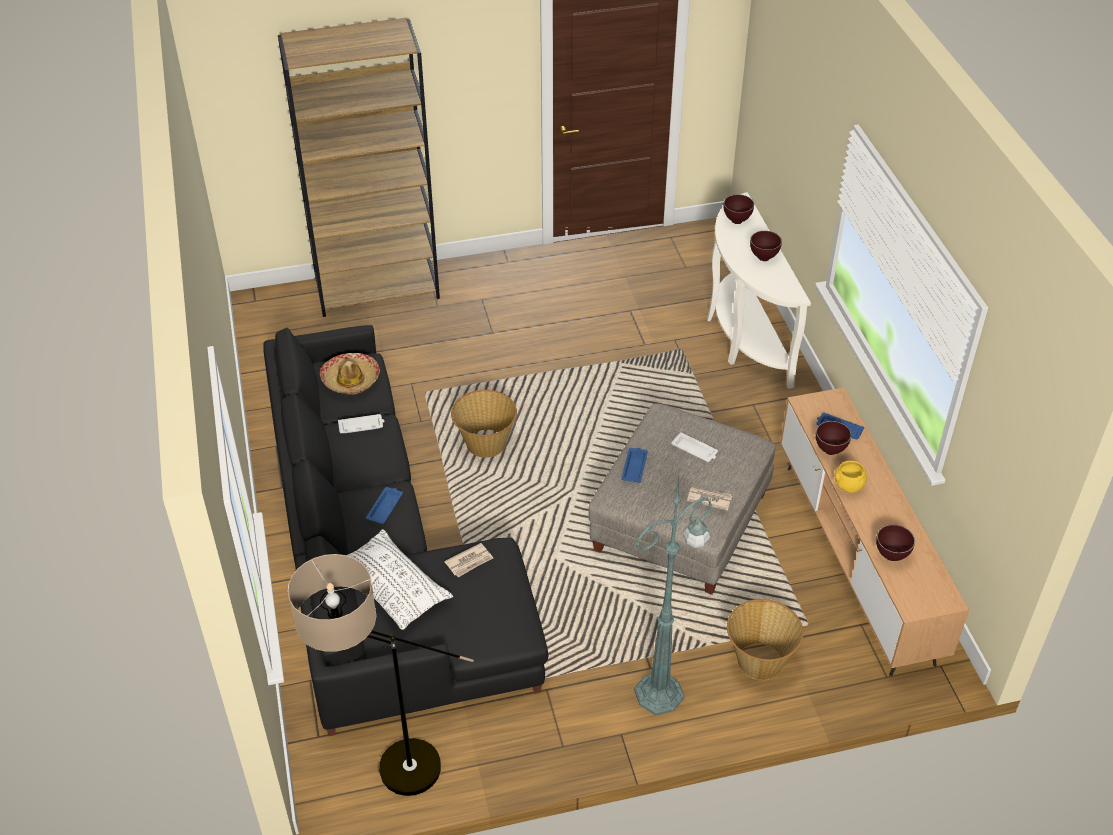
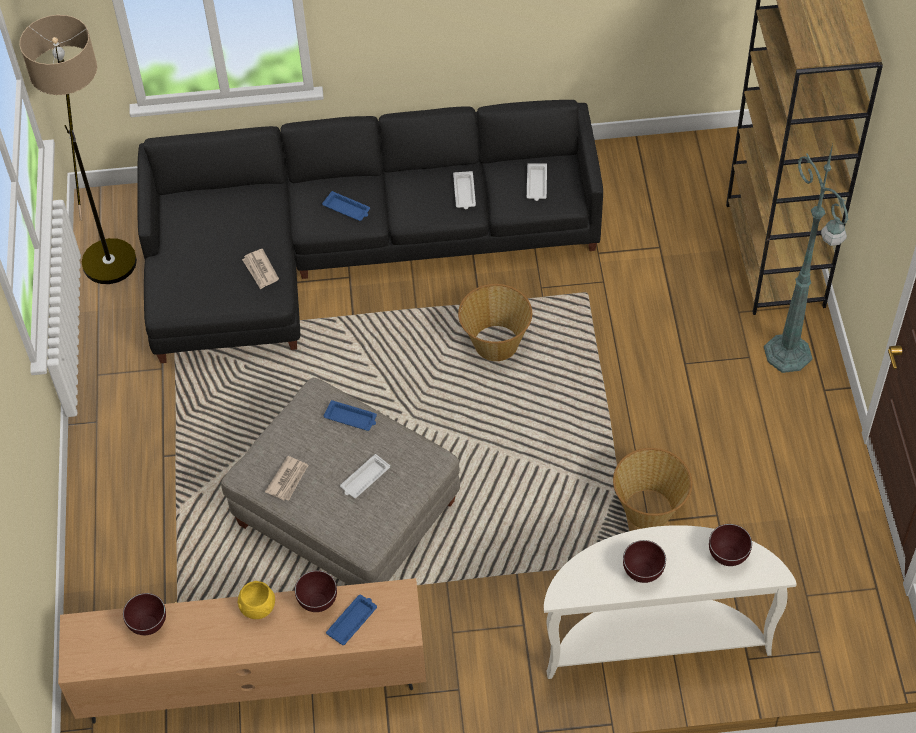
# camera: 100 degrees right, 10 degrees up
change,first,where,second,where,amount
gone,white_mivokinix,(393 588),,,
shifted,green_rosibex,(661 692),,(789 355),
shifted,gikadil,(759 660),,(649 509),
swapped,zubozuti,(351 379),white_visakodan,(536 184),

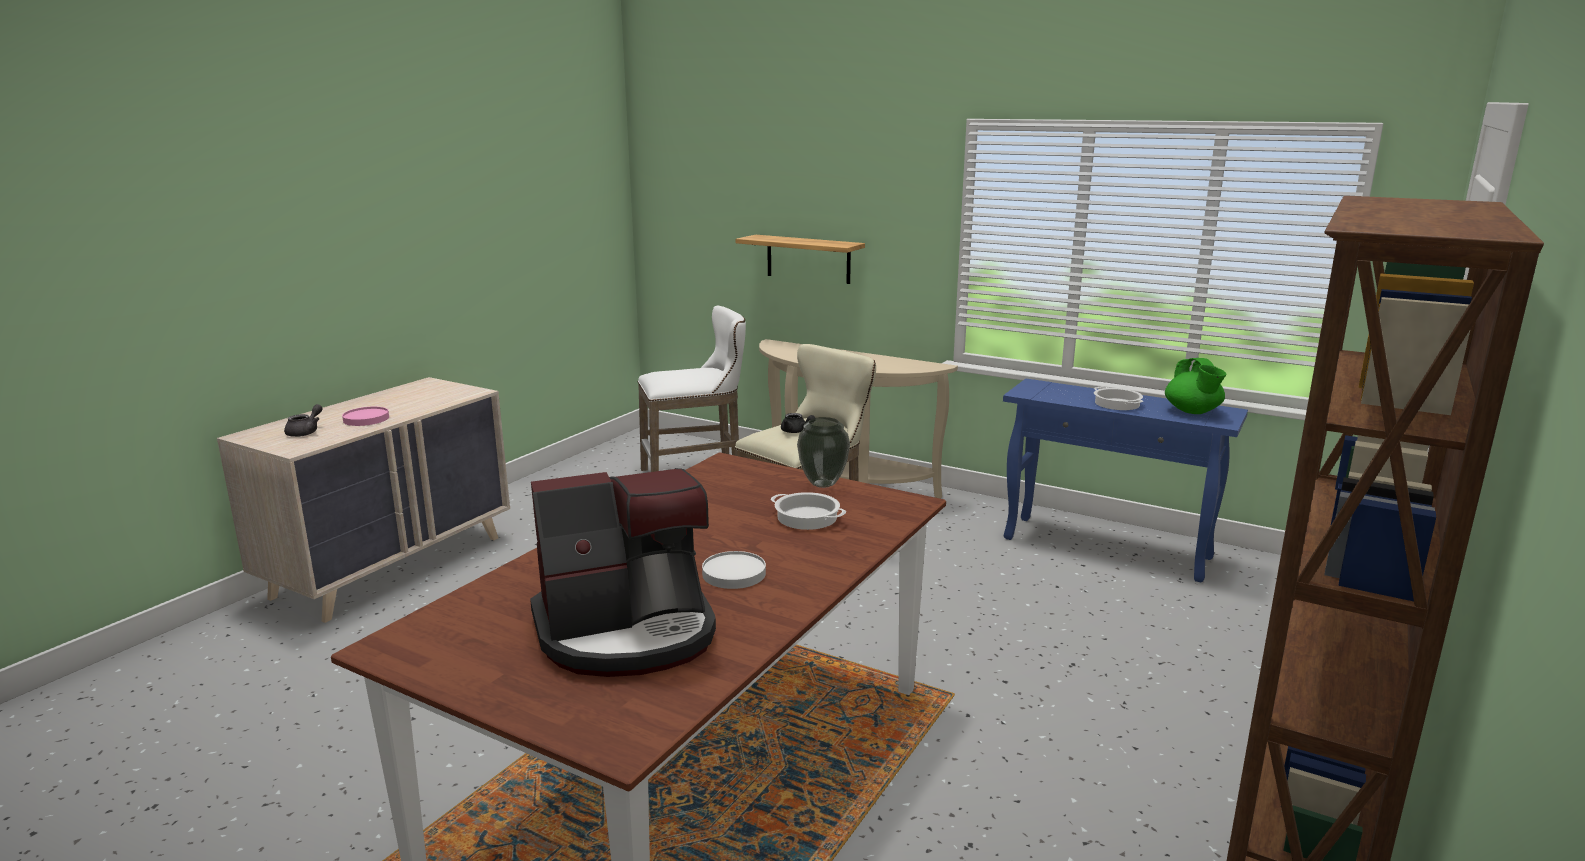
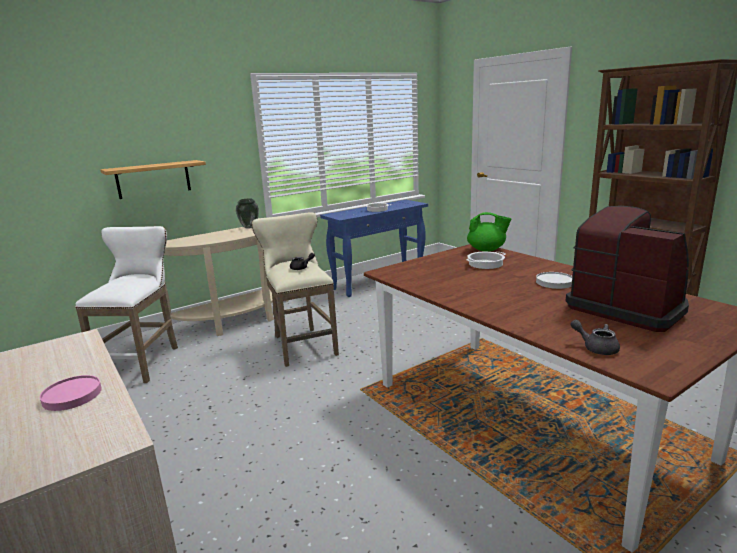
# camera: 65 degrees left, 0 degrees up
change,first,where,second,where,amount
shifted,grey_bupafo,(306 432),,(596 348),
shifted,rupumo,(823 484),,(249 227),
shifted,green_bupafo,(1193 411),,(487 250),
rotated,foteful,(628 632),,(626 308),45 degrees counterclockwise

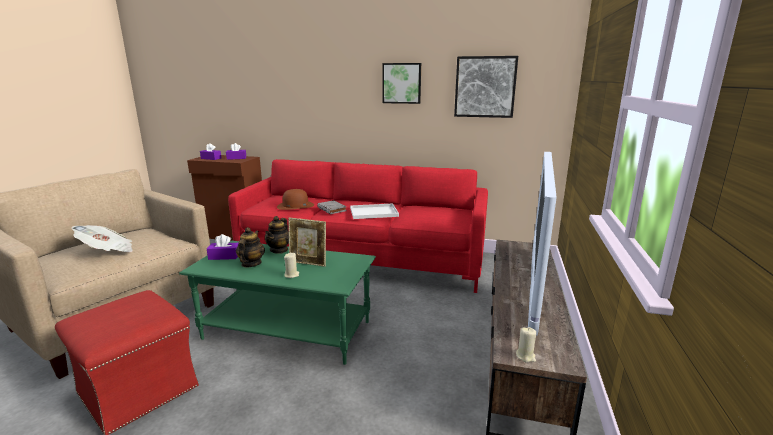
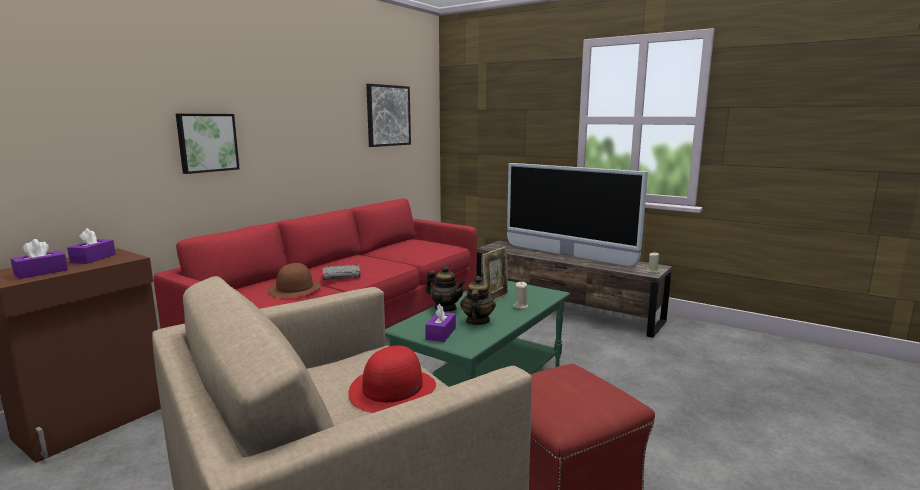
# camera: 70 degrees left, 5 degrees down
change,first,where,second,where,amount
gone,white_visakodan,(373 212),,,
shifted,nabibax,(402 83),,(207 142),
swapped,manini,(107 251),red_zubozuti,(393 389),
rotated,bupafo,(251 264),,(477 321),75 degrees clockwise

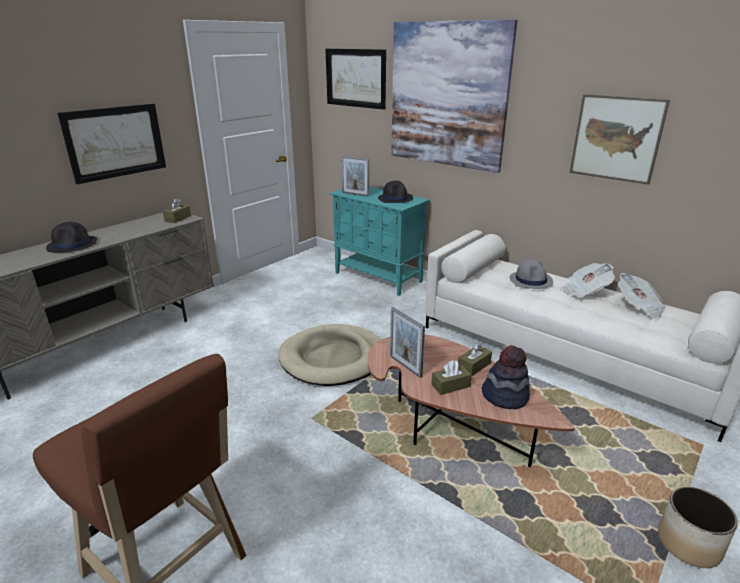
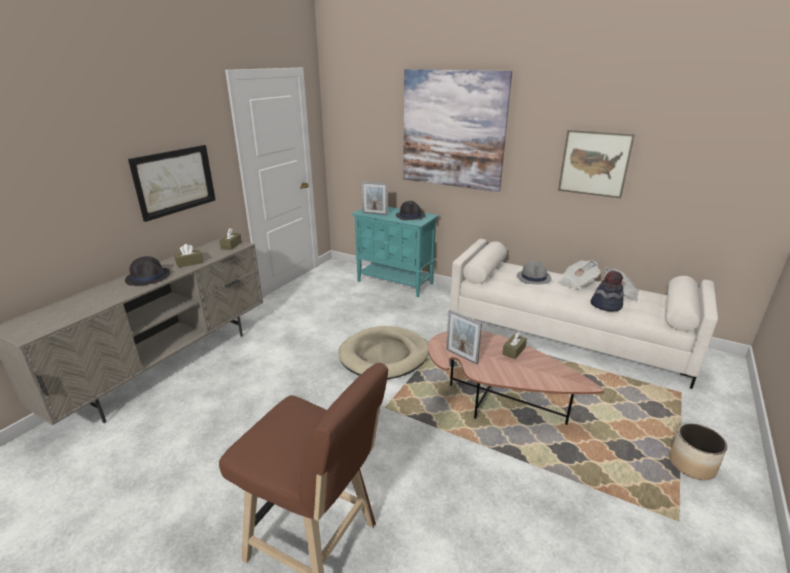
# camera: 10 degrees left, 0 degrees up
change,first,where,second,where,amount
gone,nabibax,(356 78),,,
shifted,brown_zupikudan,(450 385),,(189 263),
shifted,zubozuti,(505 396),,(606 305),

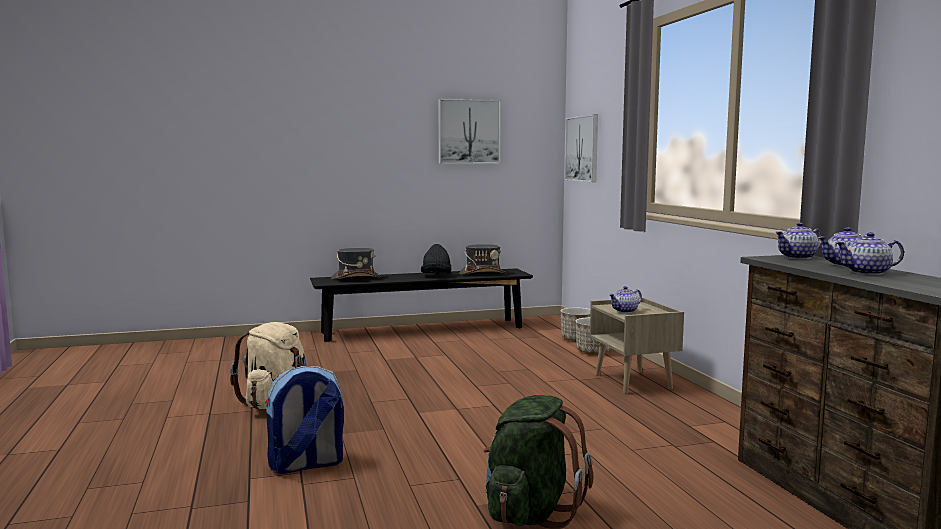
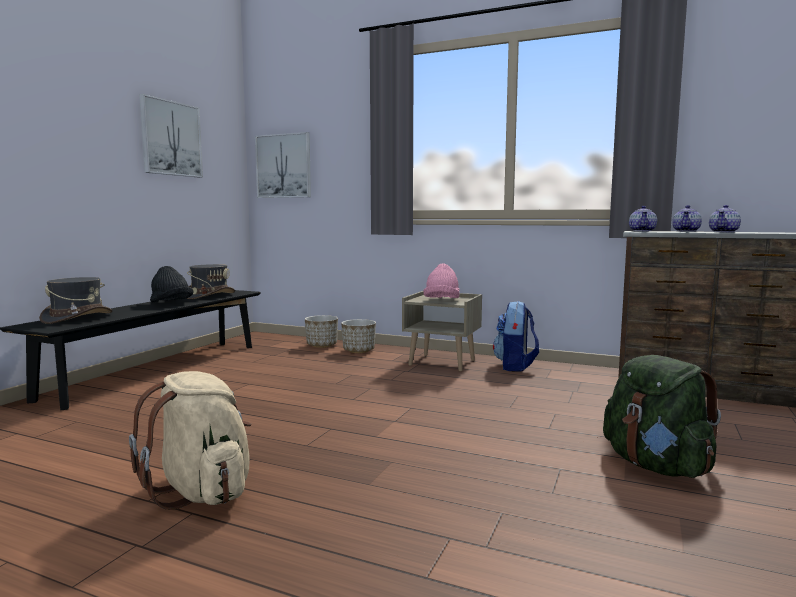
# camera: 50 degrees left, 0 degrees up
change,first,where,second,where,amount
shifted,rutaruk,(306 465),,(515 366),
swapped,bupafo,(625 311),pink_zubozuti,(441 301),

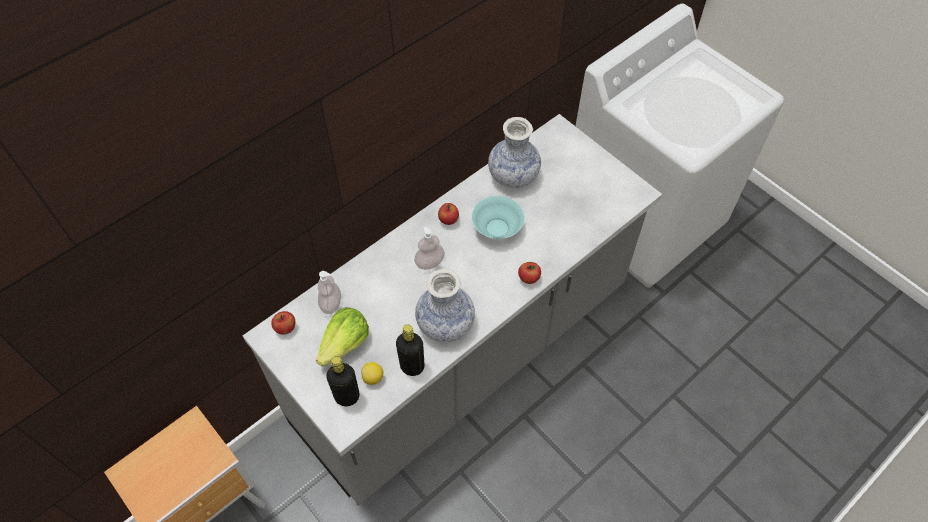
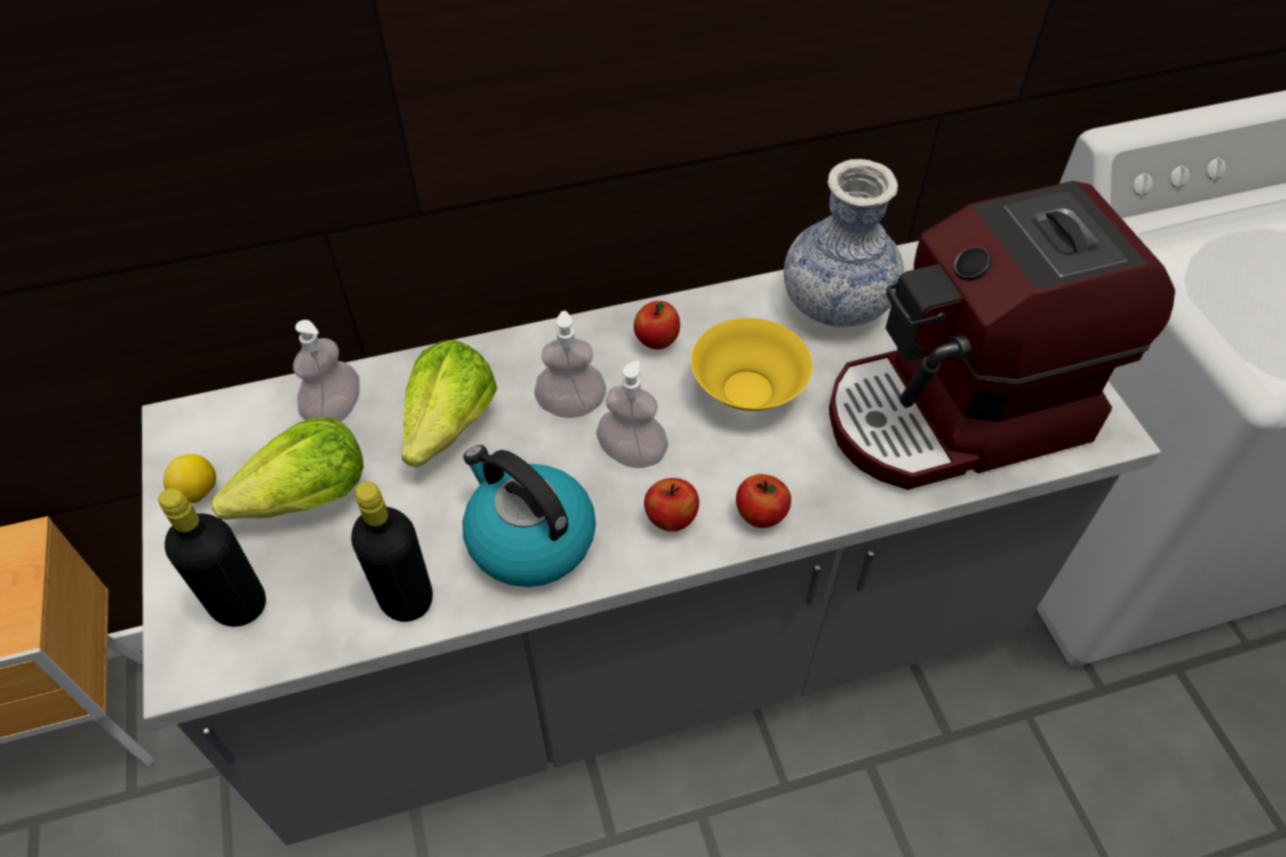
# camera: 25 degrees right, 5 degrees down
change,first,where,second,where,amount
new,,,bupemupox,(450 425),
new,,,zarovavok,(632 454),
new,,,foteful,(958 416),
shifted,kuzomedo,(285 328),,(670 519),
shifted,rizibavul,(373 378),,(198 492),
swapped,rupumo,(445 324),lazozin,(529 539),
repainted,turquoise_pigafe,(497 227),yellow_pigafe,(748 389),

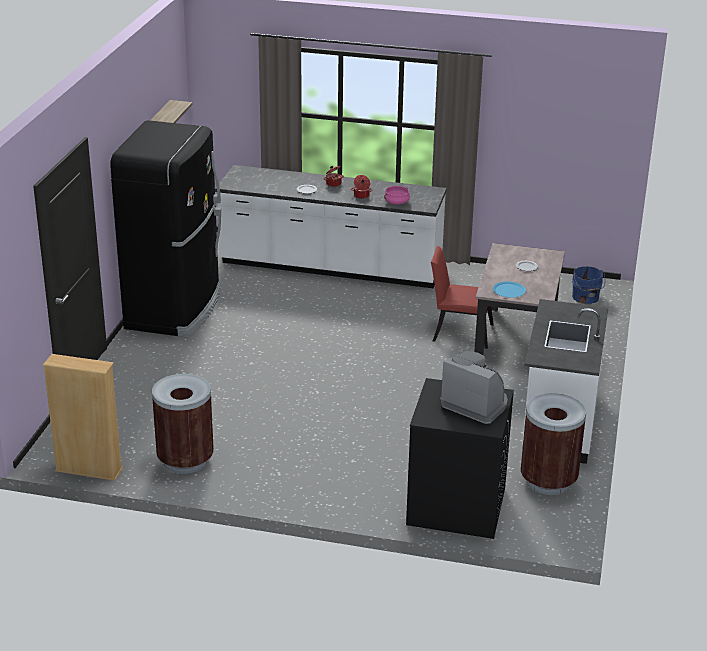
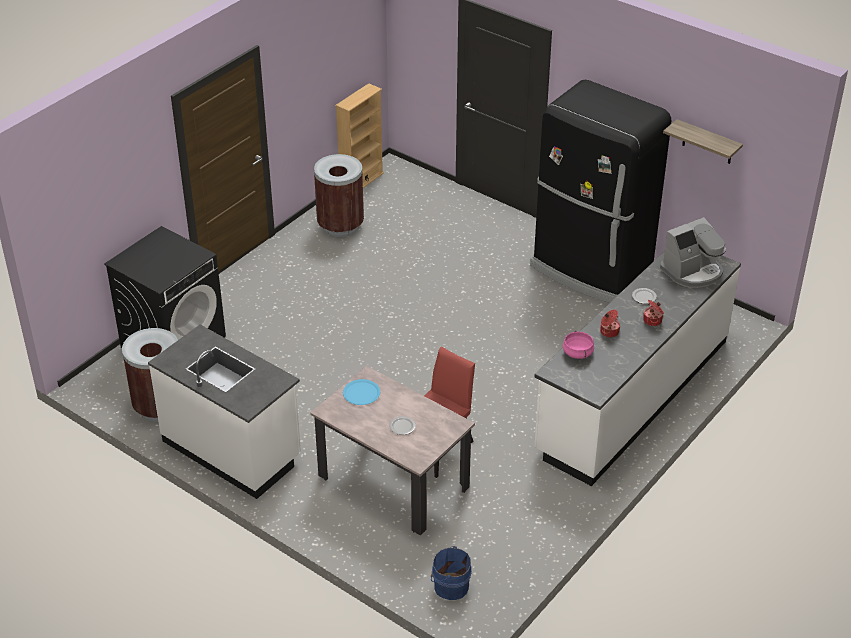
# camera: 115 degrees right, 10 degrees up
change,first,where,second,where,amount
shifted,foteful,(475 404),,(693 272),

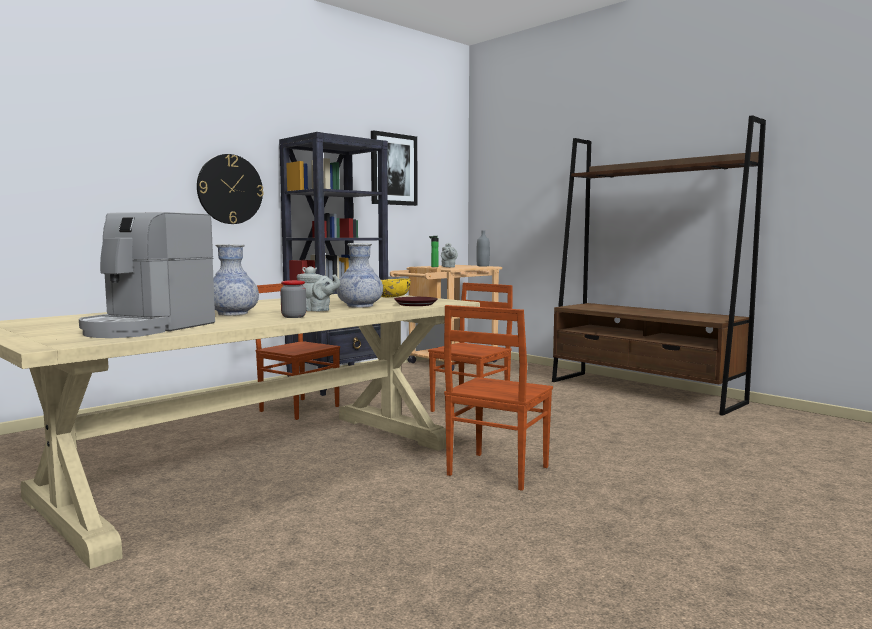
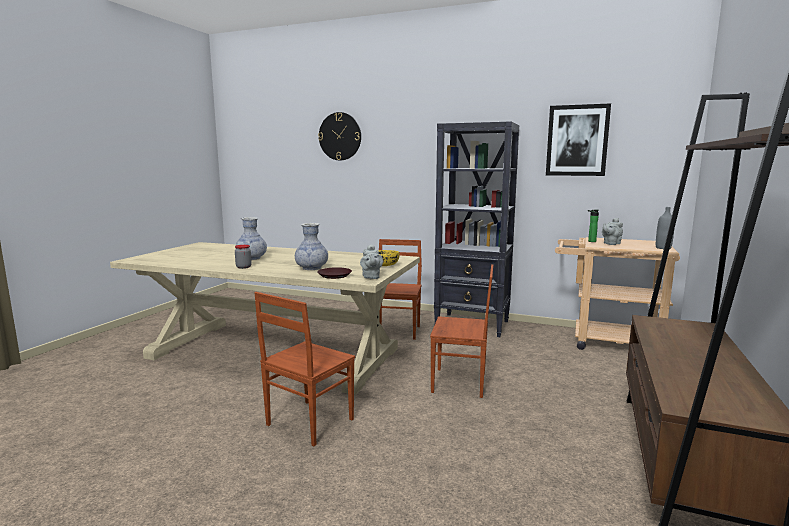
# camera: 65 degrees right, 5 degrees up
change,first,where,second,where,amount
gone,foteful,(147 328),,,
shifted,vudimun,(230 189),,(340 136),
shifted,grey_bupafo,(316 311),,(371 277),
rotated,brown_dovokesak,(496 471),,(308 422),60 degrees counterclockwise

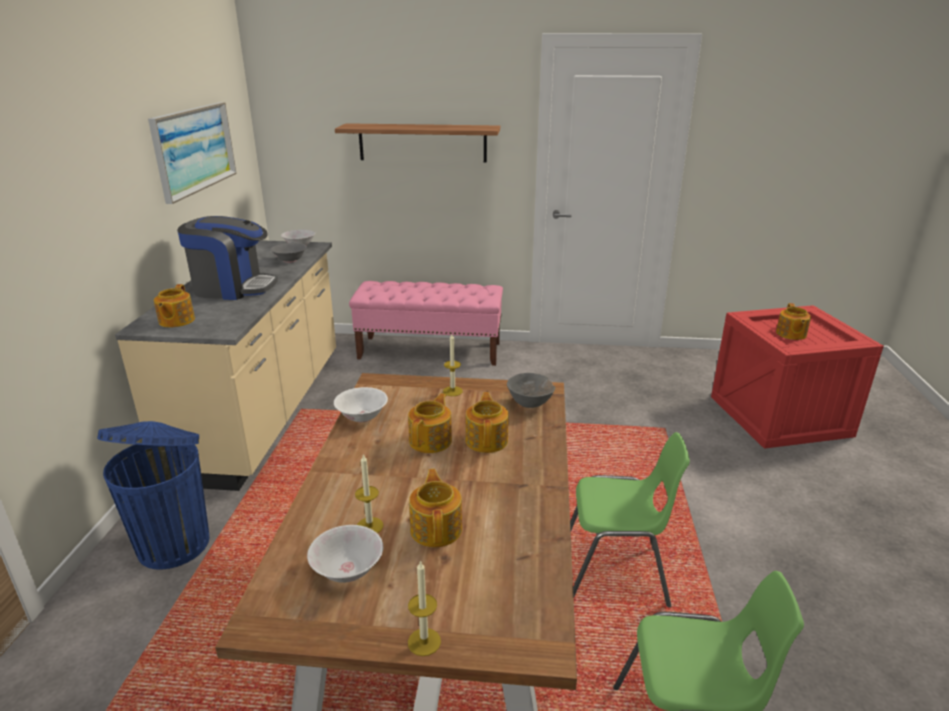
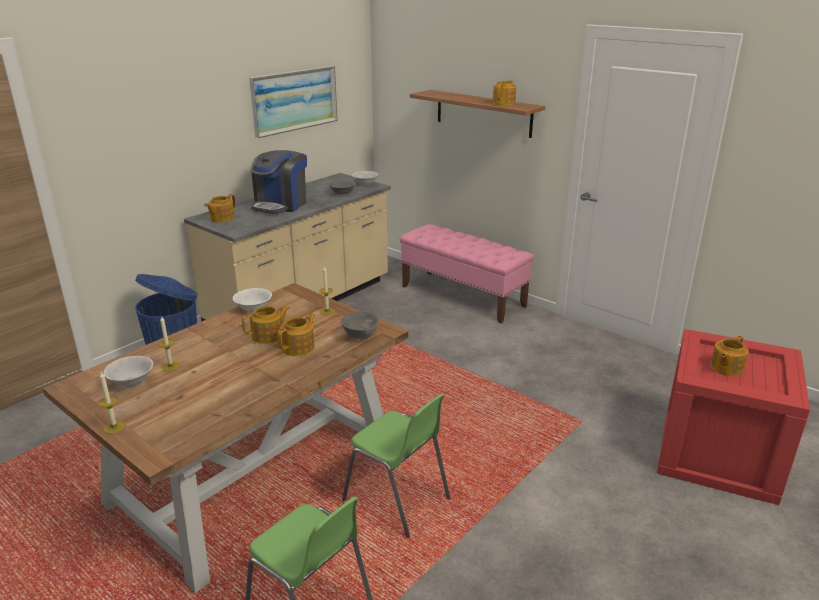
# camera: 35 degrees right, 0 degrees up
change,first,where,second,where,amount
shifted,bupafo,(437 528),,(504 103),
rotated,foteful,(233 288),,(281 205),75 degrees clockwise

